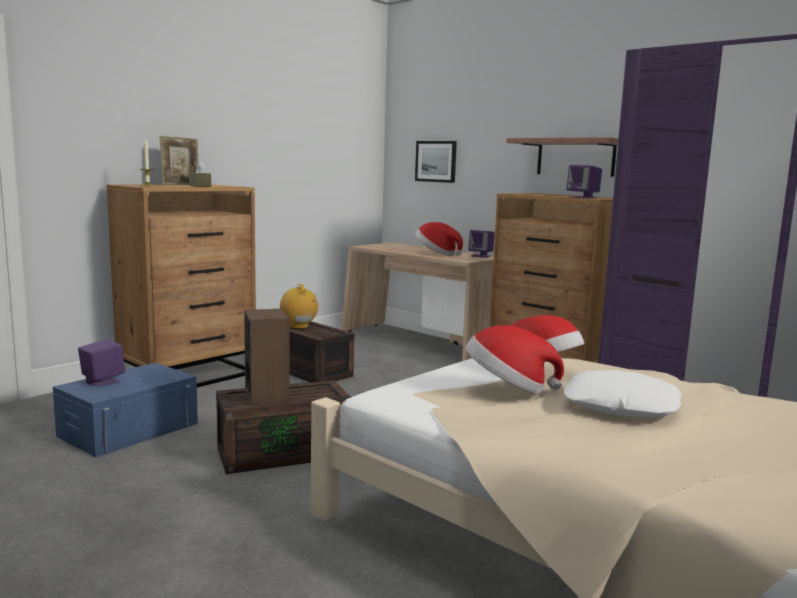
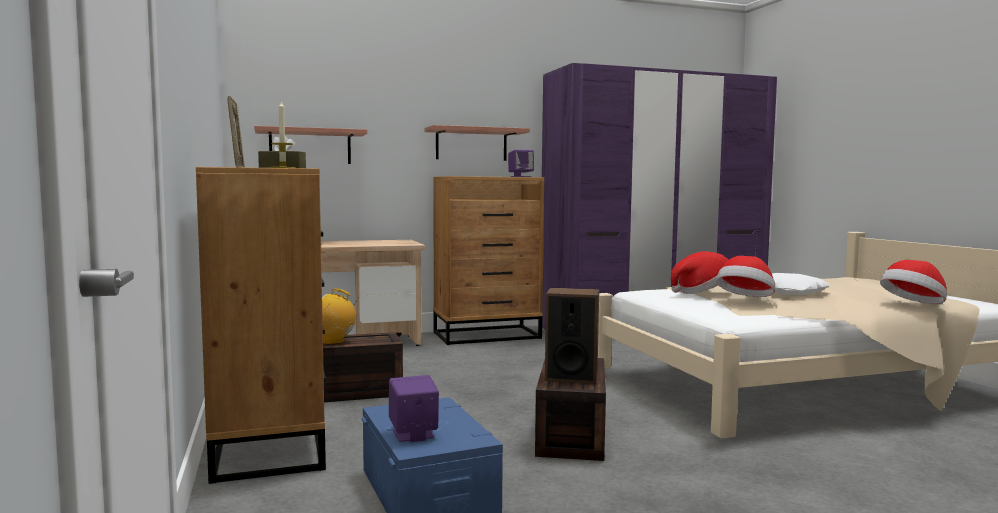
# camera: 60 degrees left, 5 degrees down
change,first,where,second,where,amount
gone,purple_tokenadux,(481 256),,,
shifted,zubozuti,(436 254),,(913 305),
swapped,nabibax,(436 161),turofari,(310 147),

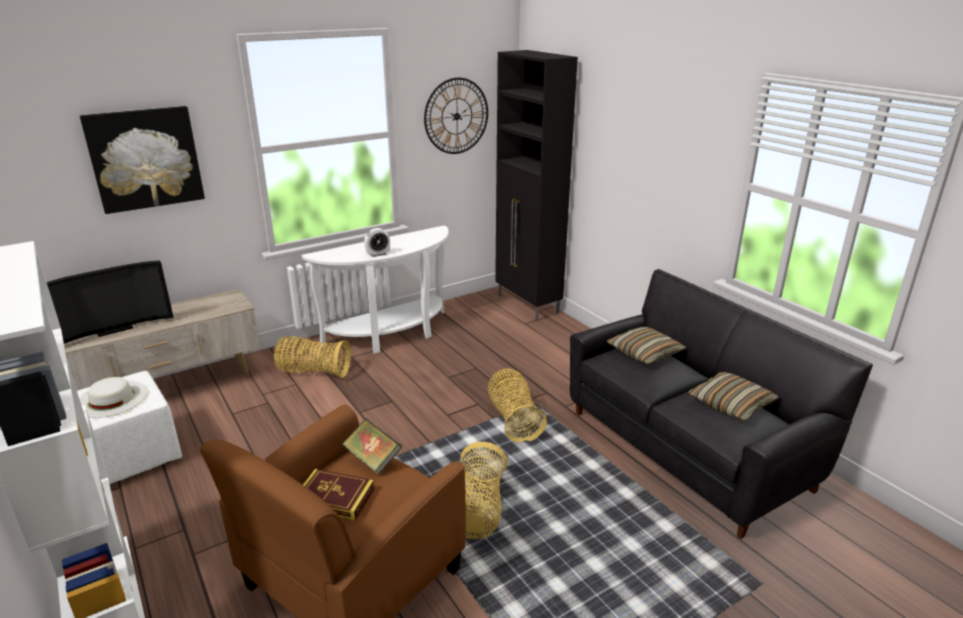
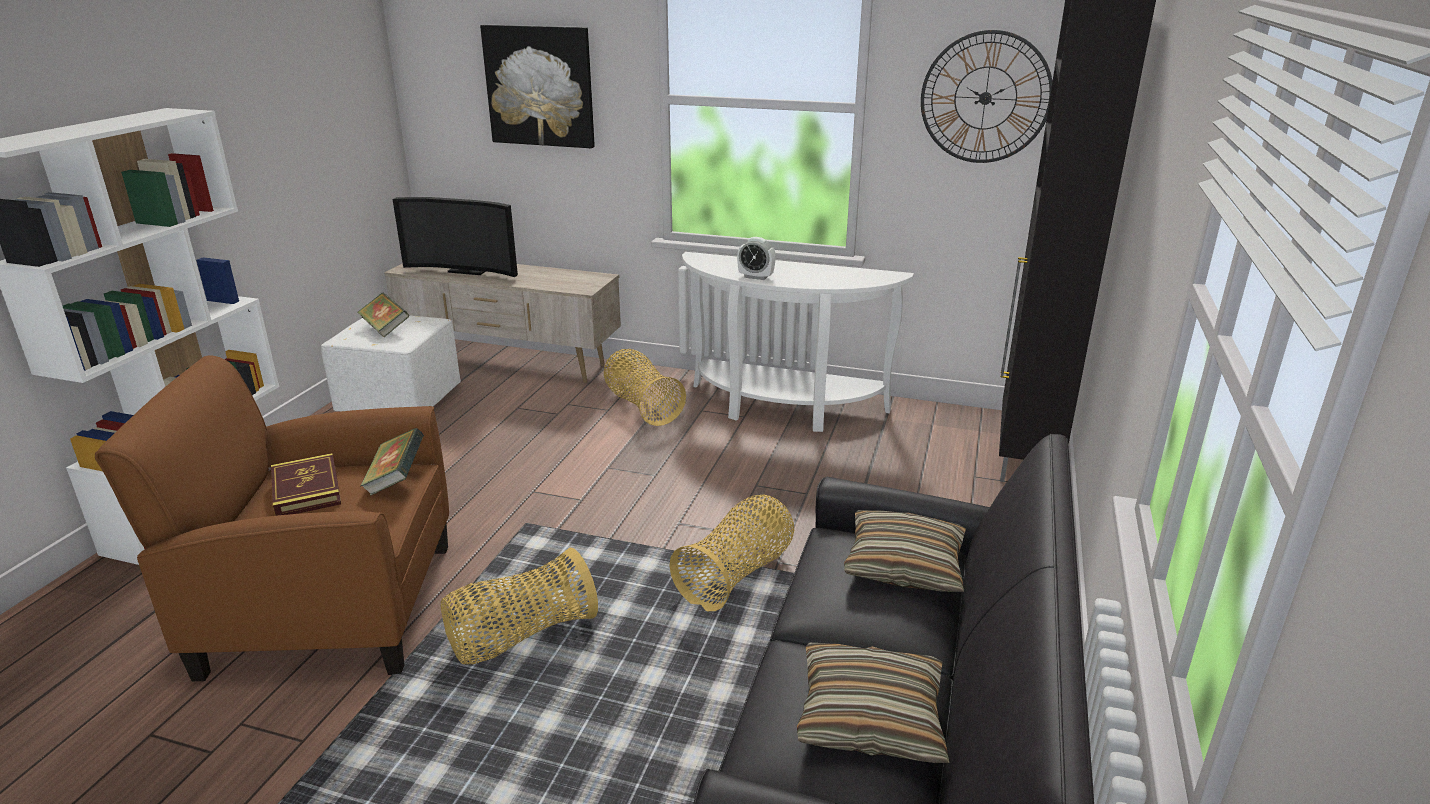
# camera: 50 degrees right, 0 degrees up
change,first,where,second,where,amount
swapped,white_zubozuti,(111 398),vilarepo,(385 329),

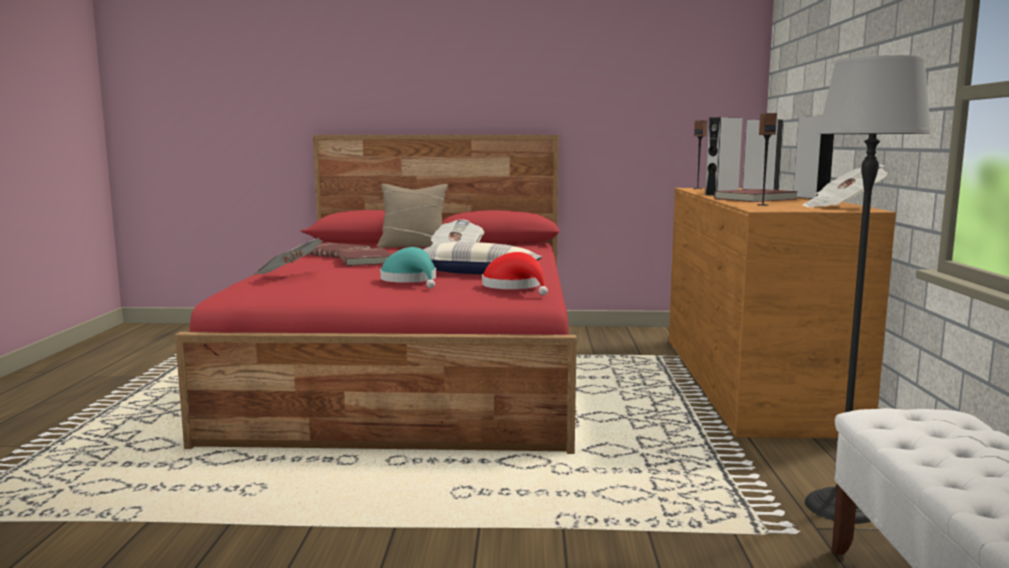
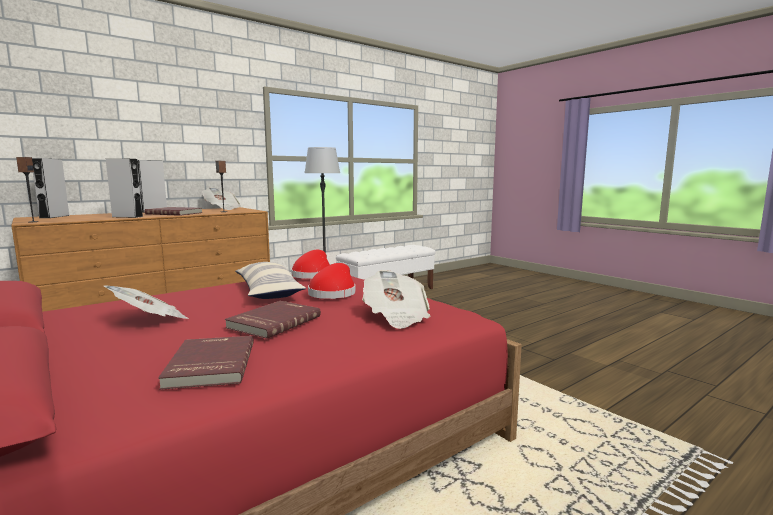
# camera: 130 degrees left, 0 degrees up
change,first,where,second,where,amount
gone,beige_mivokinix,(413 246),,,
repainted,turquoise_zubozuti,(411 281),red_zubozuti,(333 293),

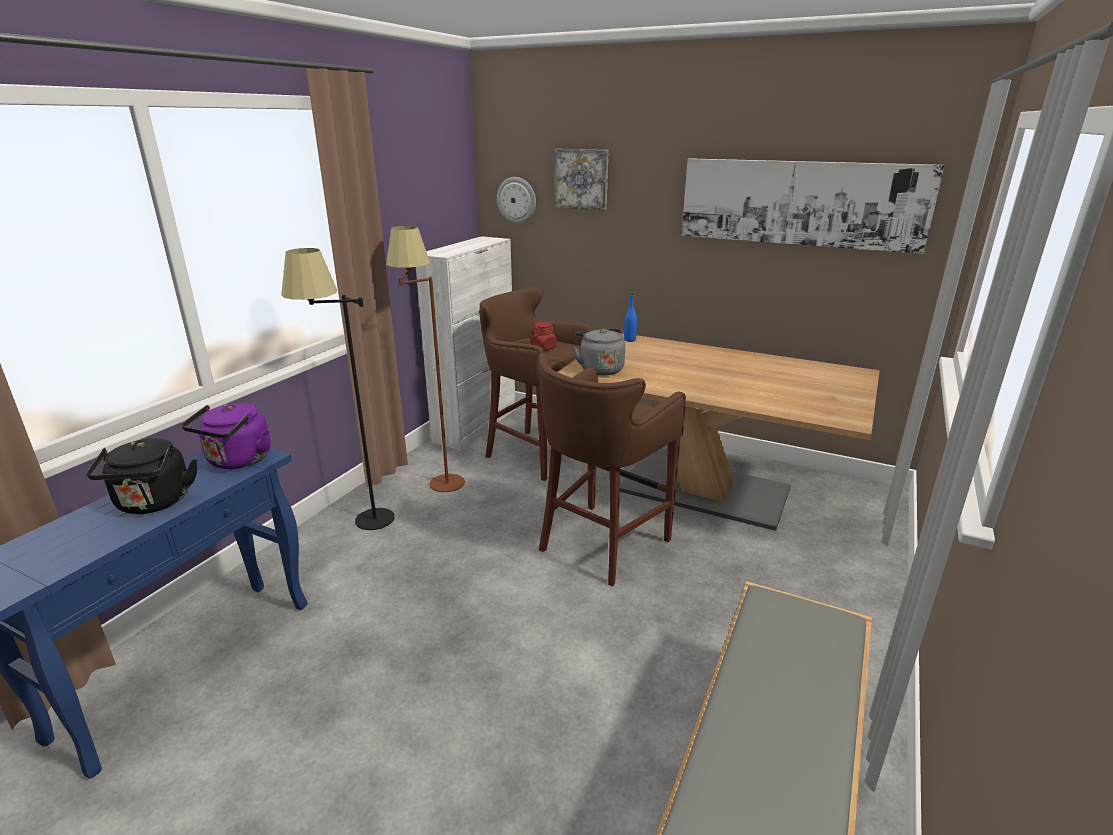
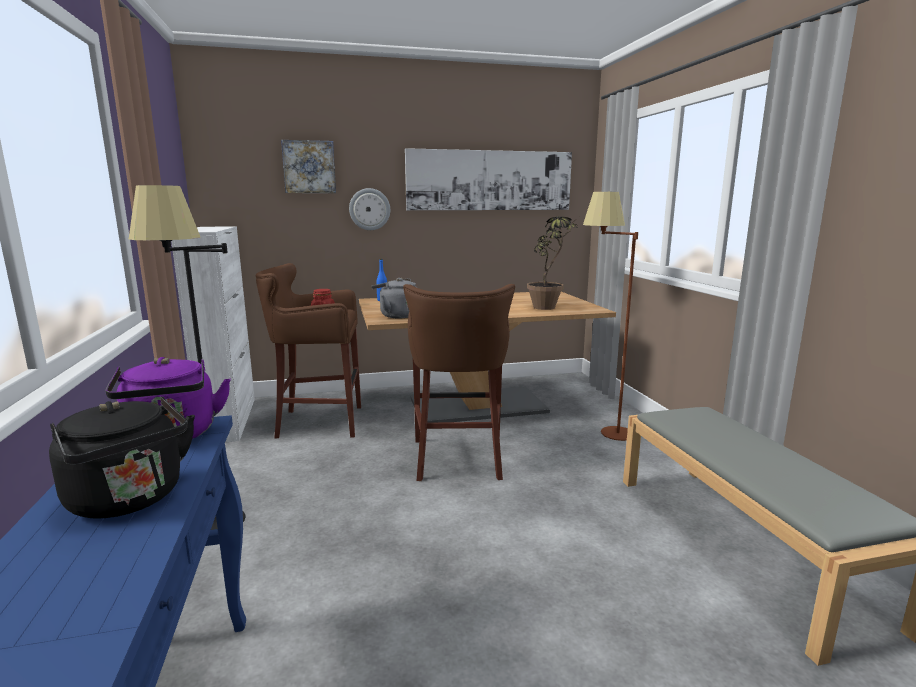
# camera: 40 degrees left, 10 degrees down
change,first,where,second,where,amount
new,,,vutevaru,(549 306),
shifted,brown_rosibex,(435 478),,(602 433),
shifted,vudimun,(517 200),,(369 209),

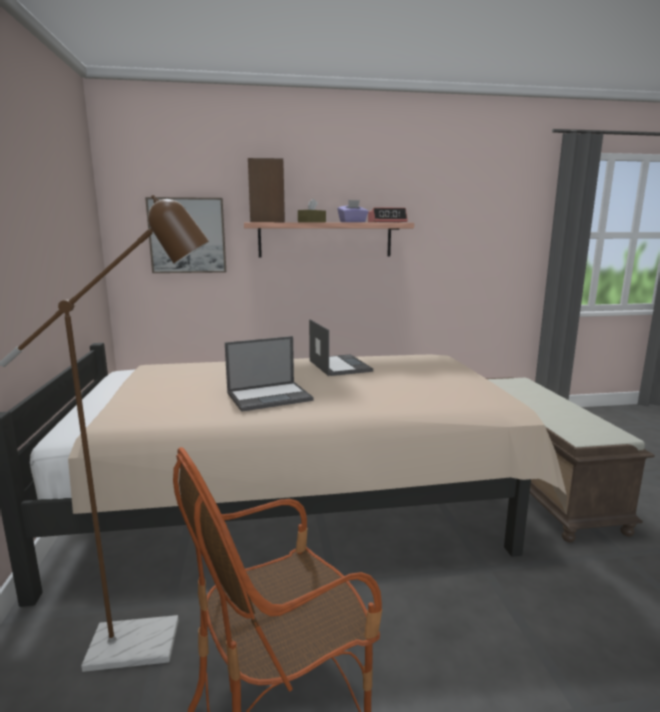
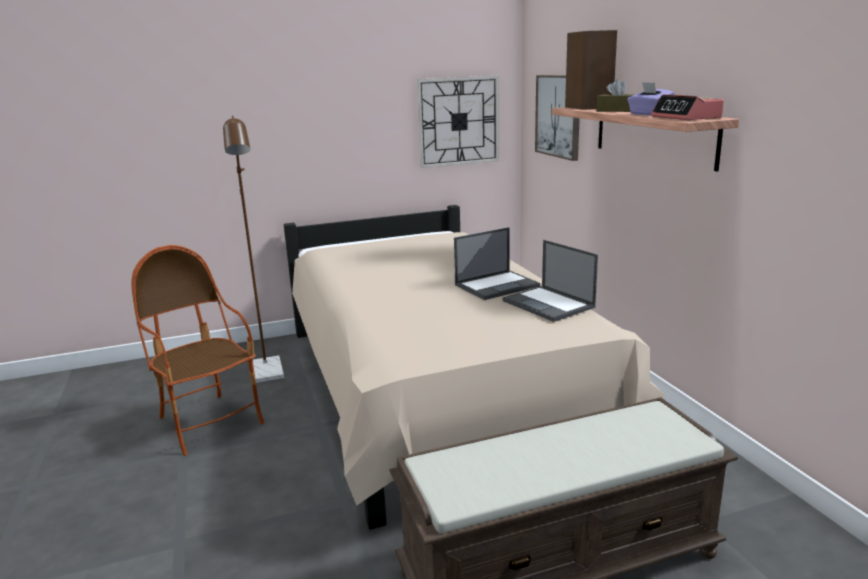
# camera: 80 degrees right, 5 degrees up
change,first,where,second,where,amount
new,,,vudimun,(458 121),
shifted,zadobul,(270 396),,(549 304),

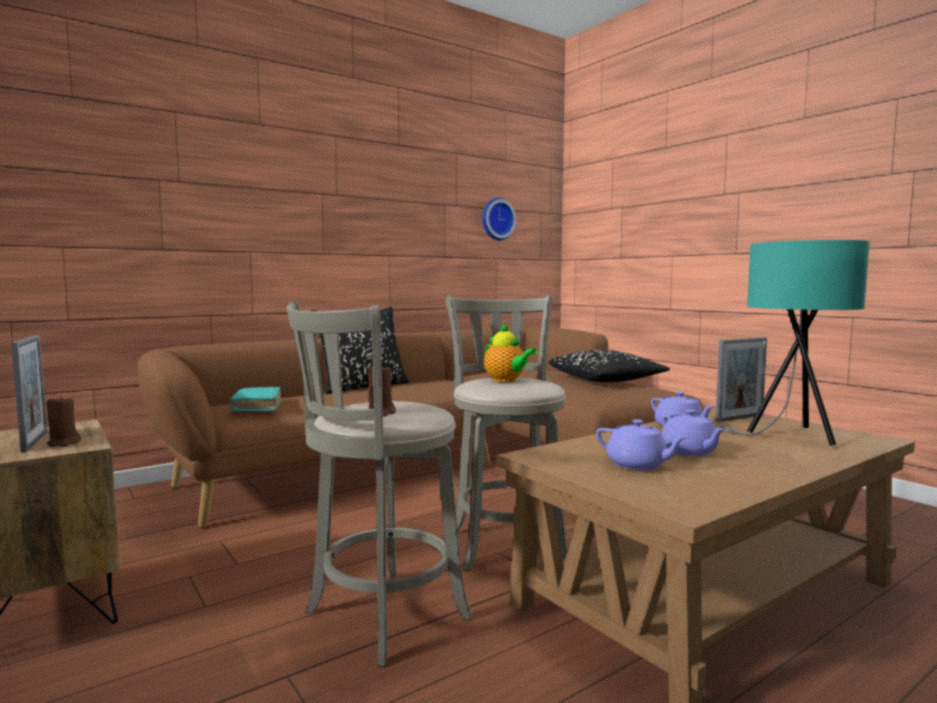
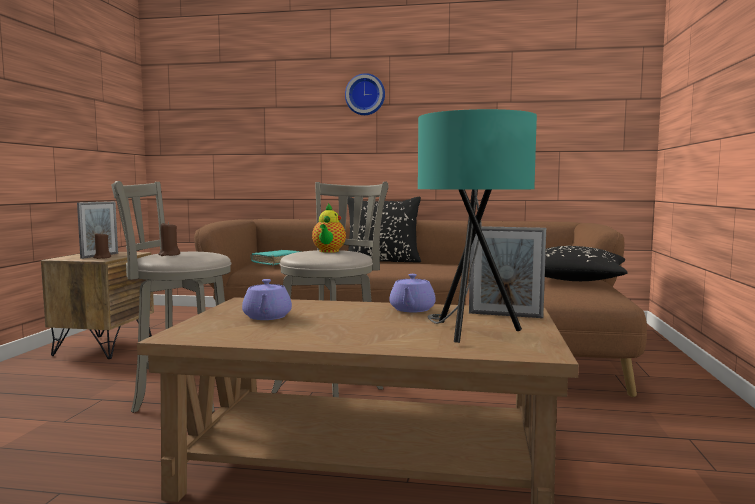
# camera: 45 degrees right, 0 degrees up
change,first,where,second,where,amount
gone,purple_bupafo,(690 452),,,
shifted,vudimun,(496 219),,(365 95),

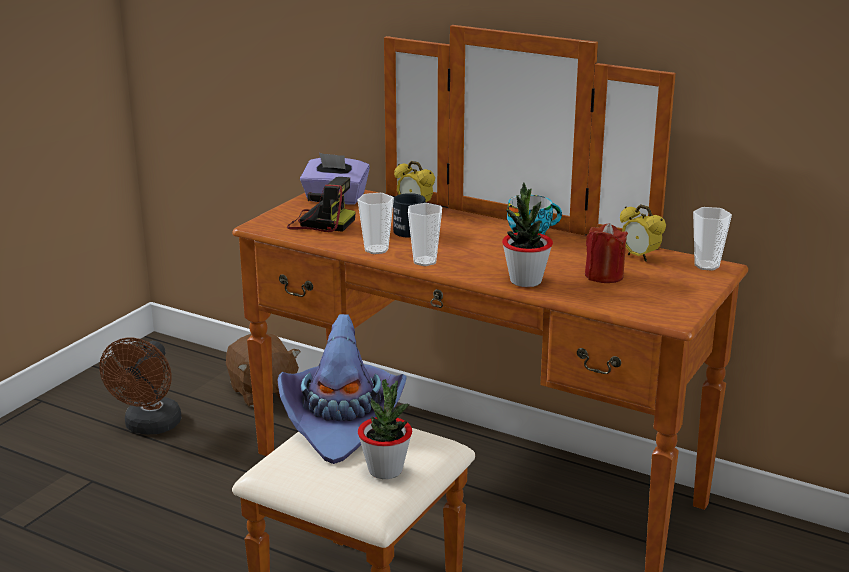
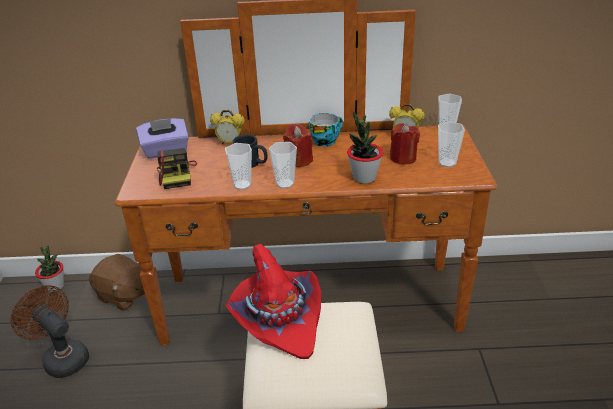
# camera: 30 degrees left, 10 degrees up
change,first,where,second,where,amount
new,,,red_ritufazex,(299 160),
new,,,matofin,(447 163),
shifted,vutevaru,(385 470),,(55 286),
repainted,purple_zubozuti,(342 420),red_zubozuti,(279 318),
rotated,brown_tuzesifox,(149 427),,(62 357),150 degrees clockwise
rotated,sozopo,(319 223),,(177 175),90 degrees clockwise

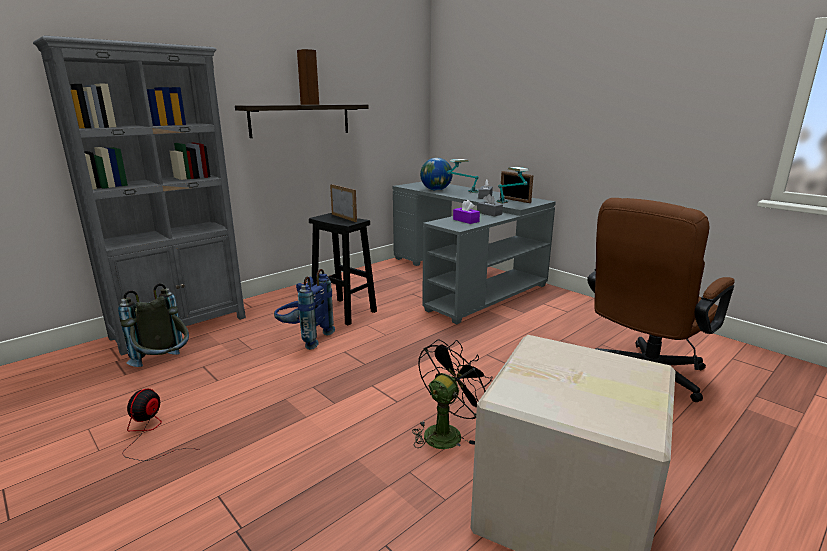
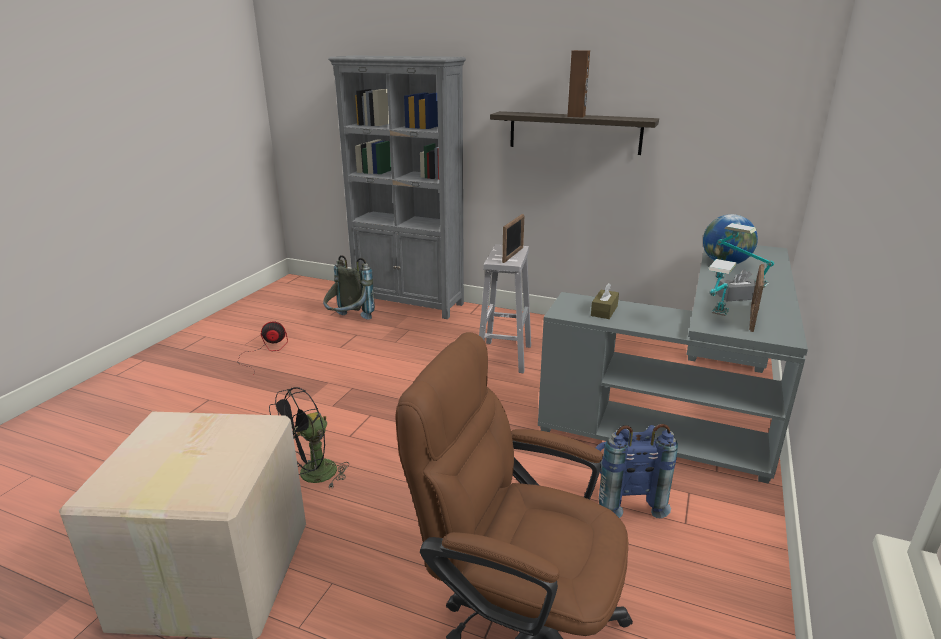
# camera: 65 degrees right, 5 degrees up
change,first,where,second,where,amount
gone,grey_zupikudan,(489 213),,,
shifted,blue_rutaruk,(304 338),,(623 498),
repainted,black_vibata,(343 311),white_vibata,(504 356),
repainted,purple_zupikudan,(466 220),brown_zupikudan,(604 311),
rotated,black_tuzesifox,(446 432),,(311 476),120 degrees clockwise

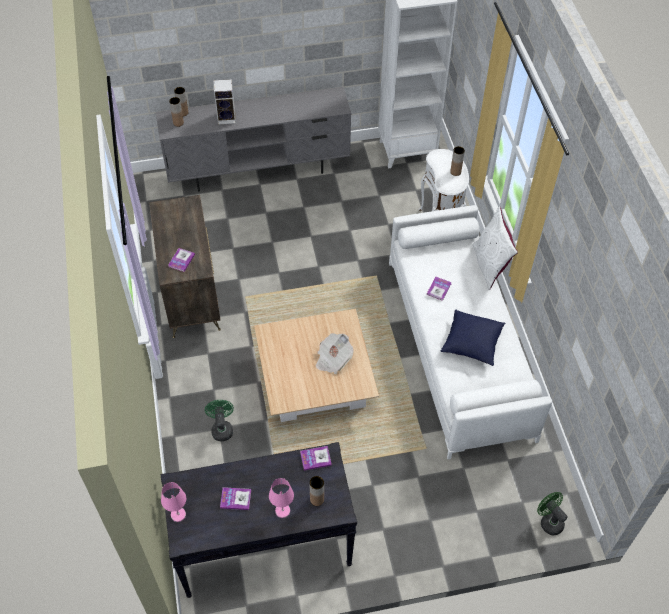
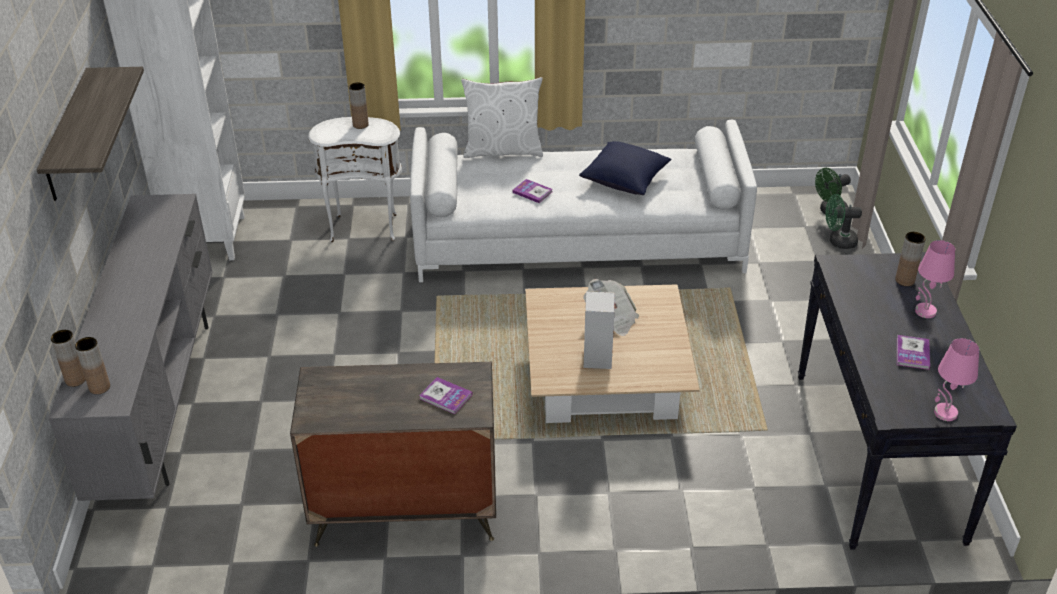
# camera: 80 degrees left, 15 degrees down
change,first,where,second,where,amount
gone,vilarepo,(315 458),,,
new,,,turofari,(68 136),
shifted,green_tuzesifox,(222 428),,(838 241),
shifted,tokenadux,(227 117),,(597 357),

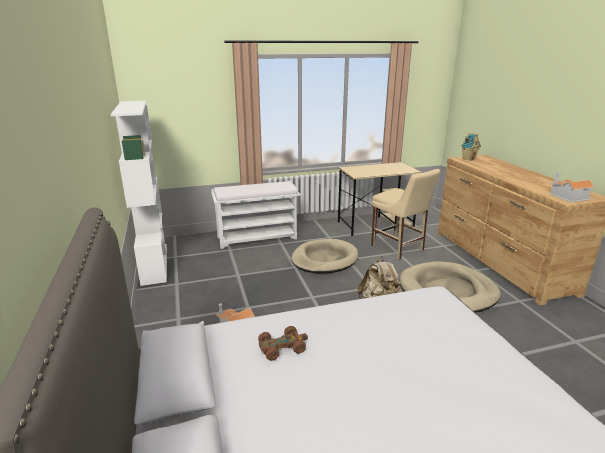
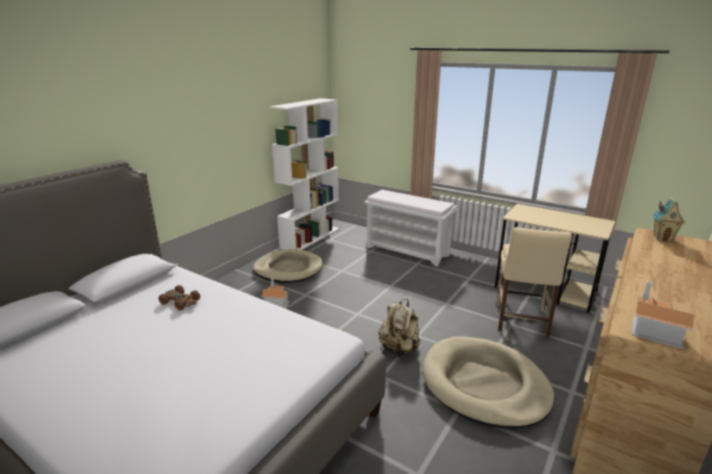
# camera: 50 degrees right, 0 degrees up
change,first,where,second,where,amount
shifted,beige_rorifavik,(324 259),,(288 269),

